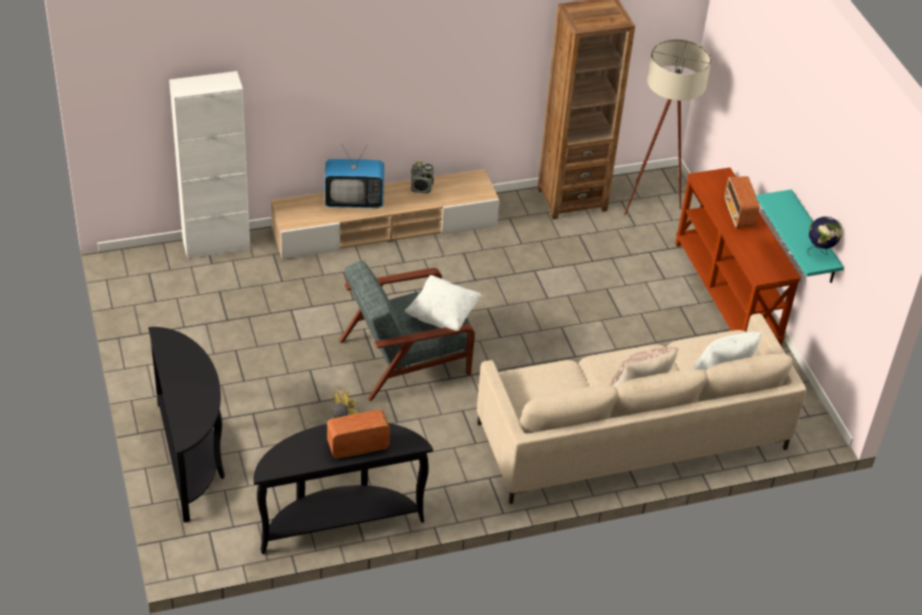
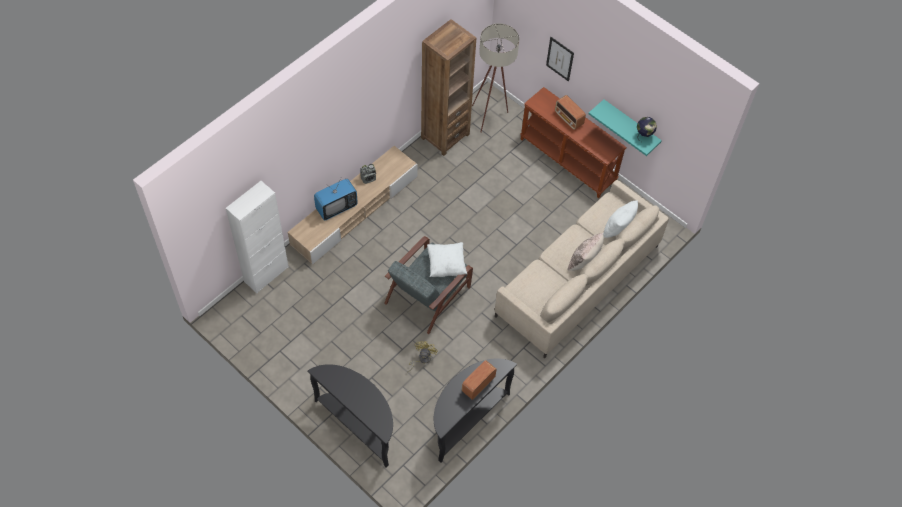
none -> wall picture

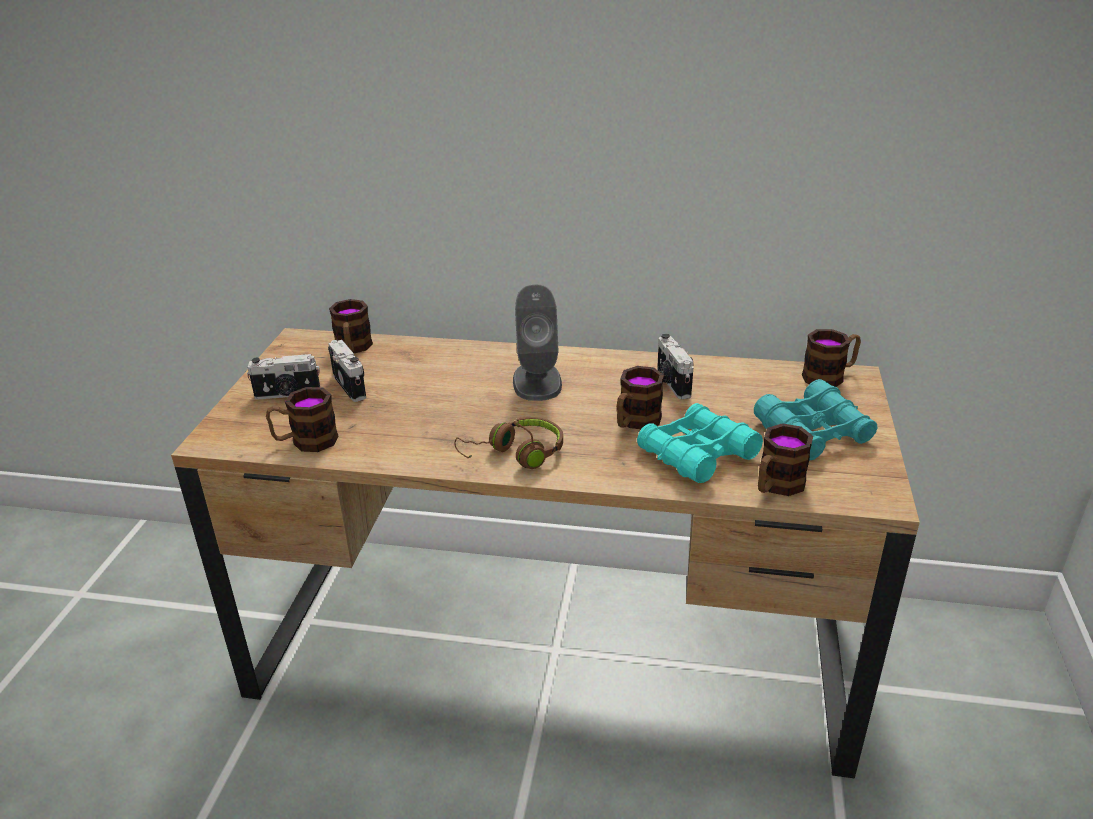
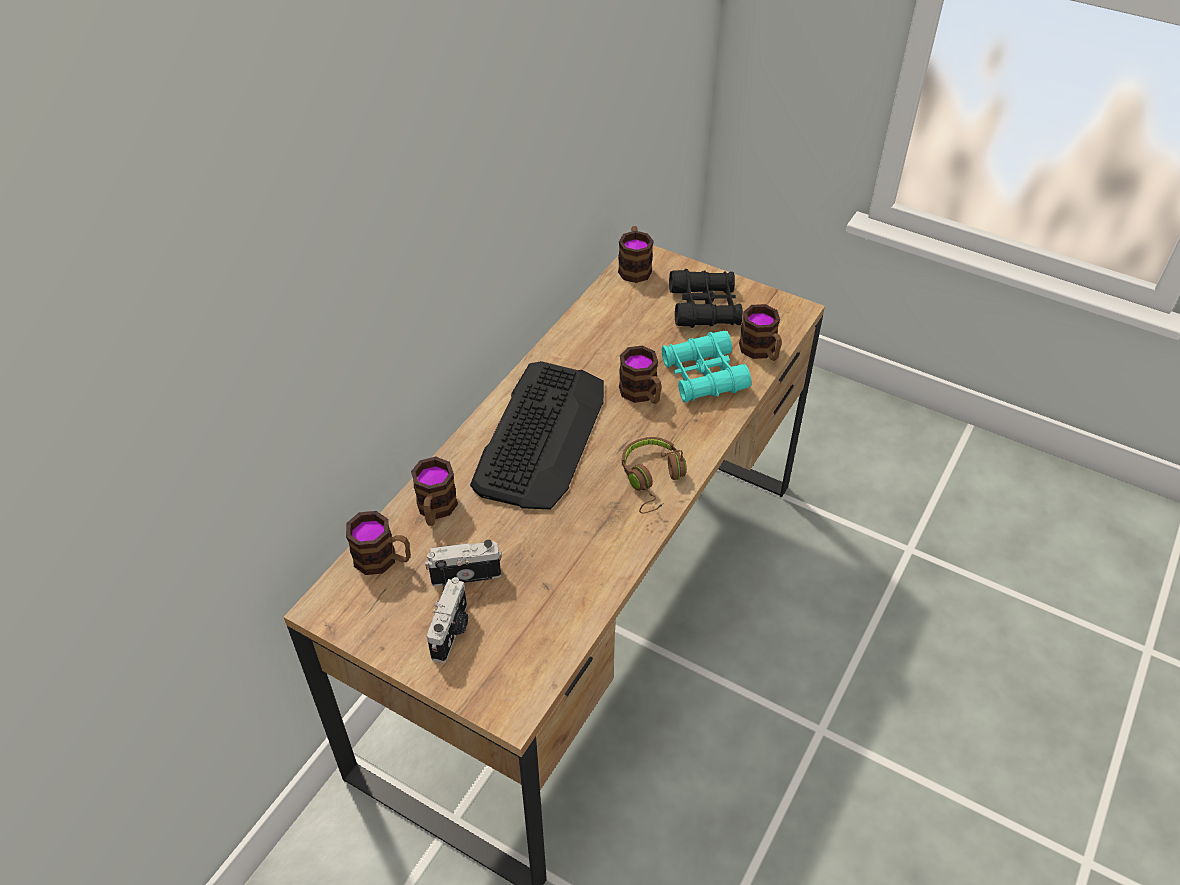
still camera (no. 3 from left) -> none
mug (no. 1 from left in the first image) -> mug (no. 2 from left), relocated
loudspeaker (gray) -> PC keyboard
pair of binoculars (turquoise-coloured) (no. 2 from left) -> pair of binoculars (black)

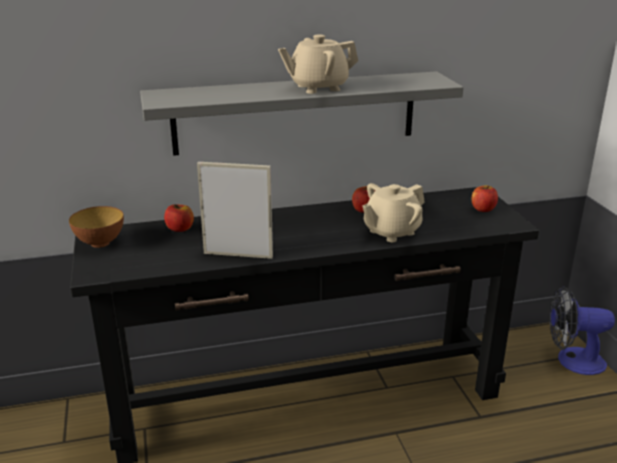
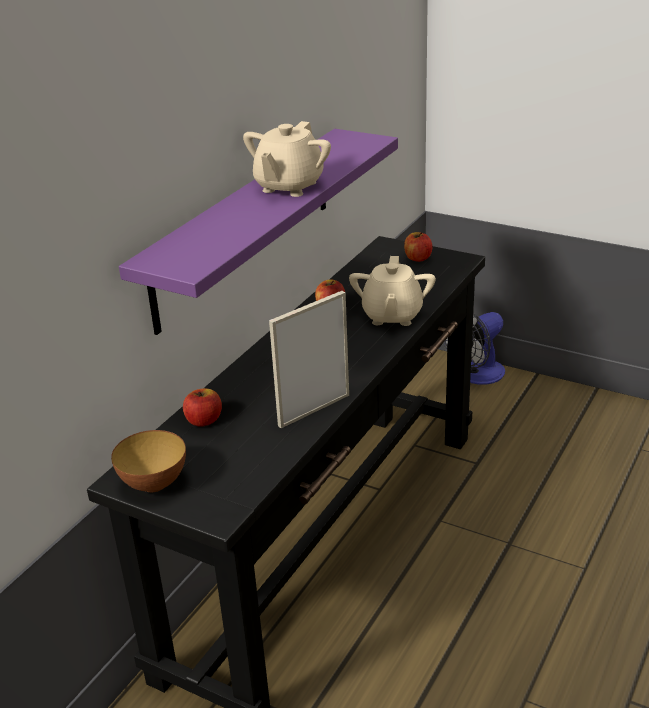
wall shelf (gray) -> wall shelf (purple)

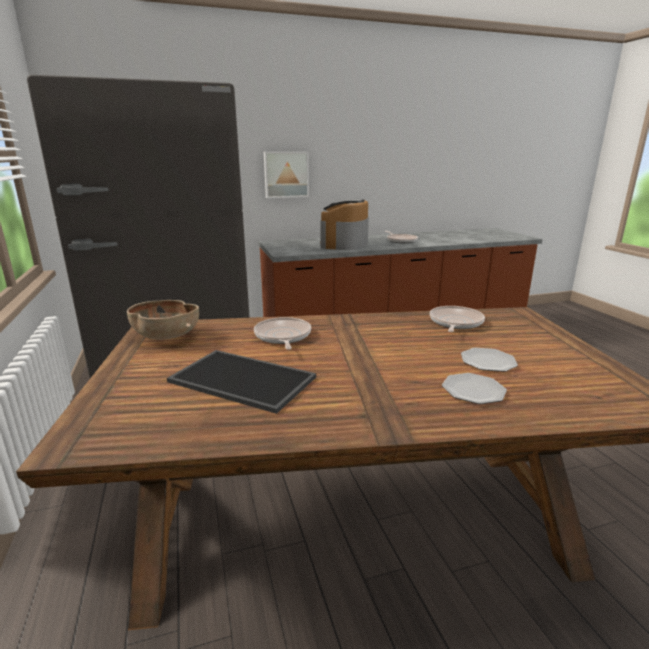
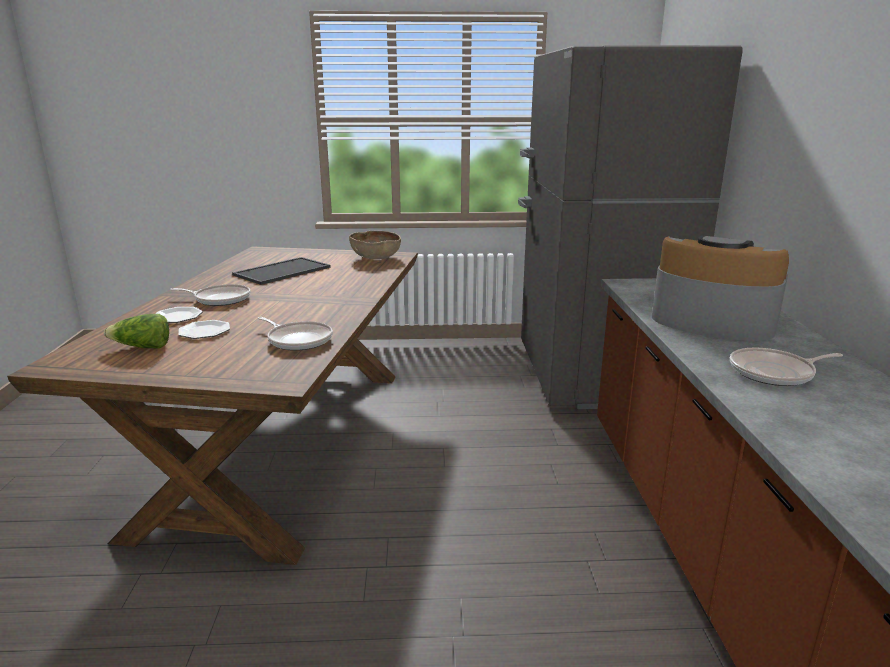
wall picture -> none
none -> lettuce head
frying pan (no. 1 from left), relocated

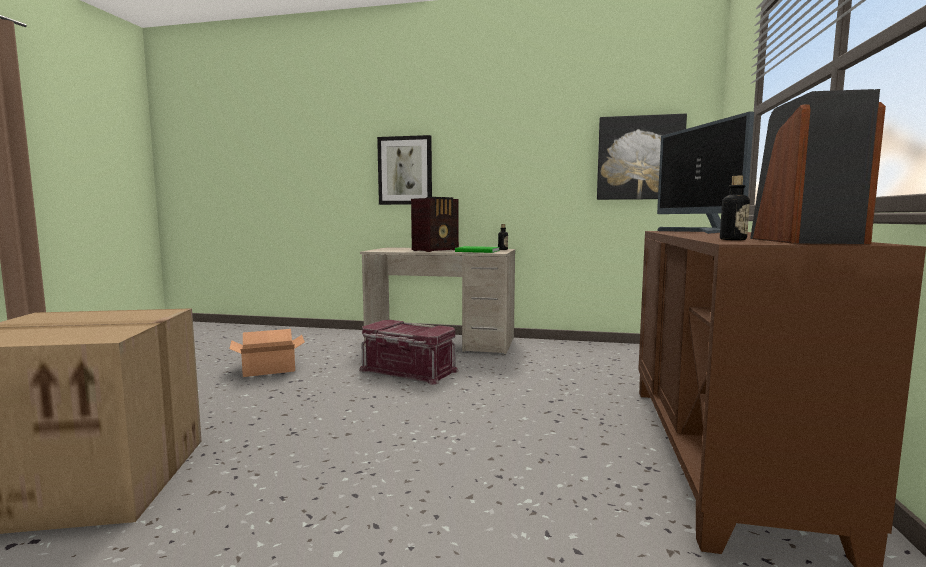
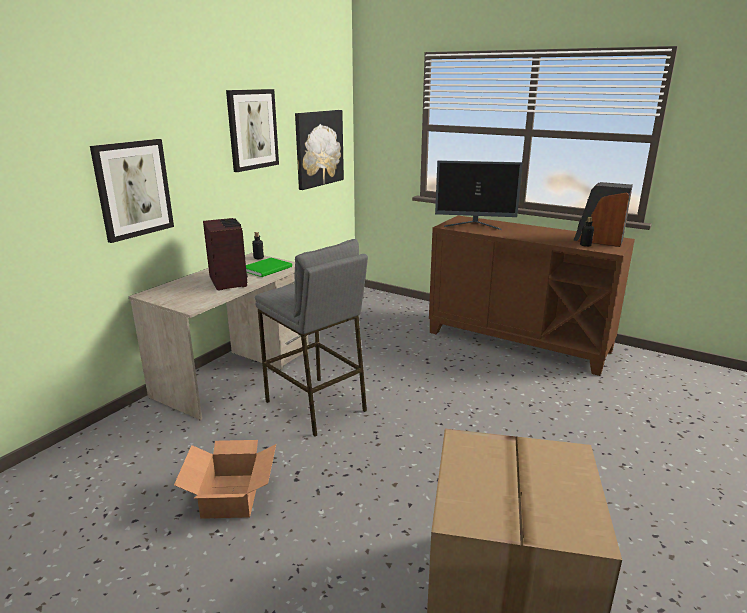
none -> wall picture (no. 2 from left)
storage container (reddish) -> stool seat (gray)

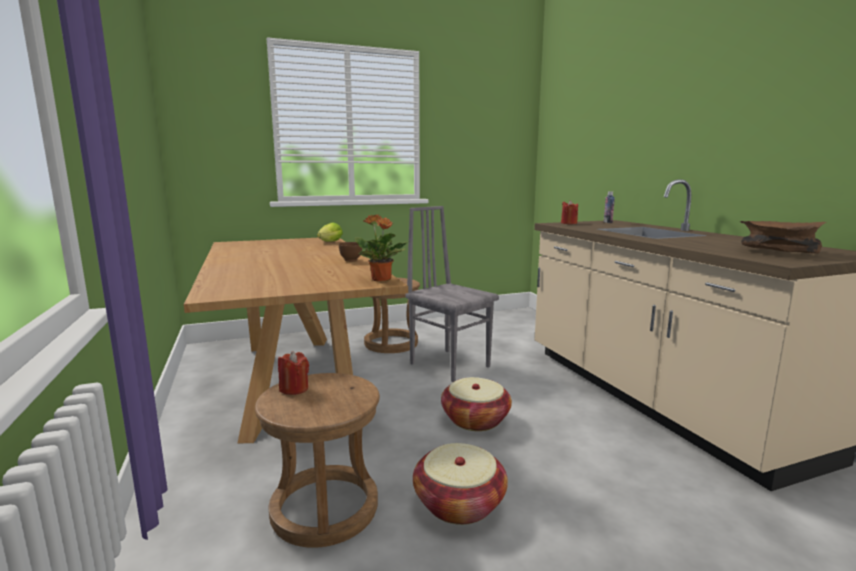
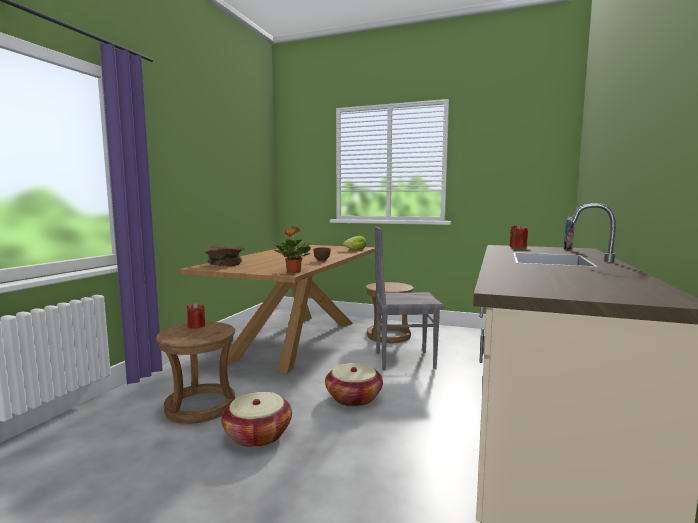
serving bowl (brown) (no. 2 from left in the first image) -> serving bowl (brown) (no. 1 from left), relocated
plain chair (gray), 90 degrees counterclockwise

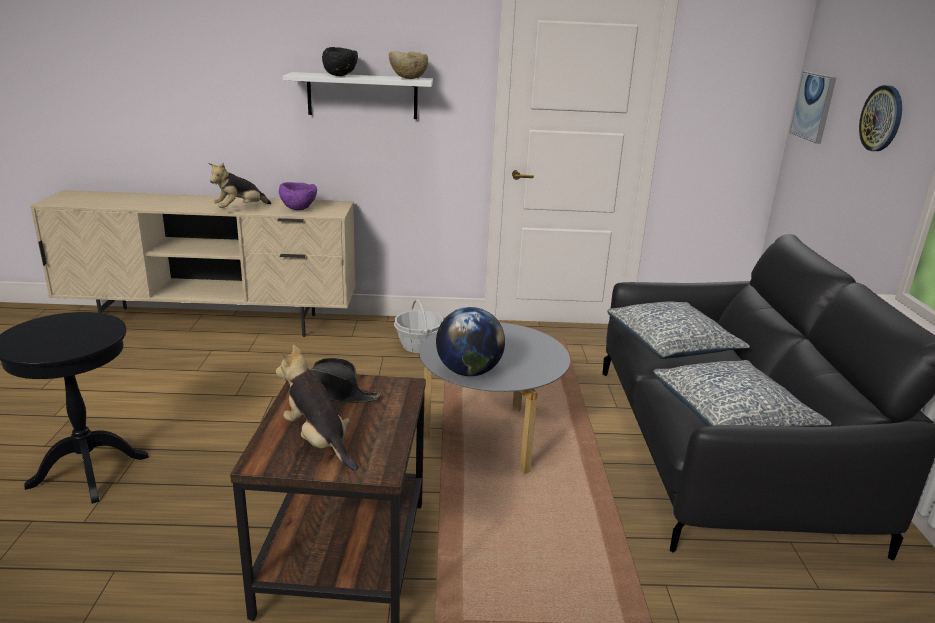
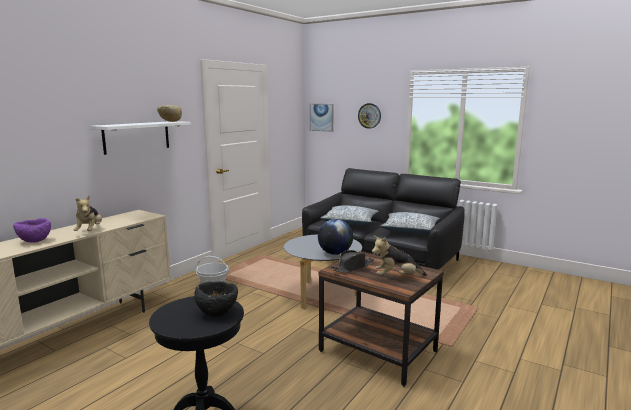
serving bowl (purple), relocated
serving bowl (black), relocated

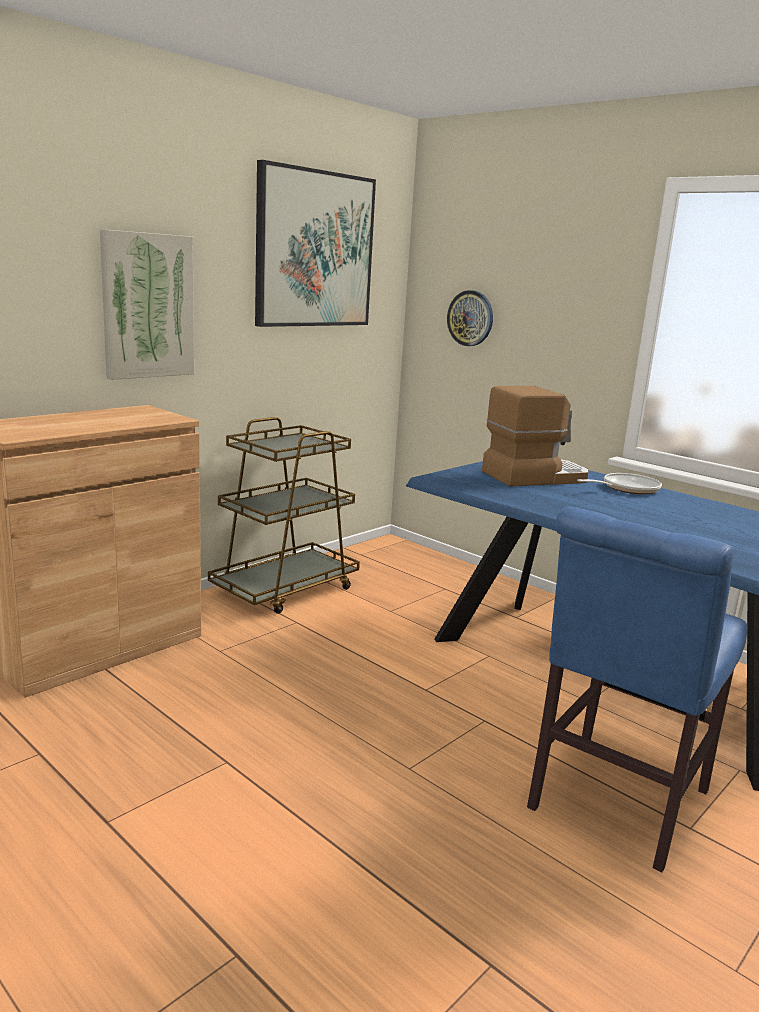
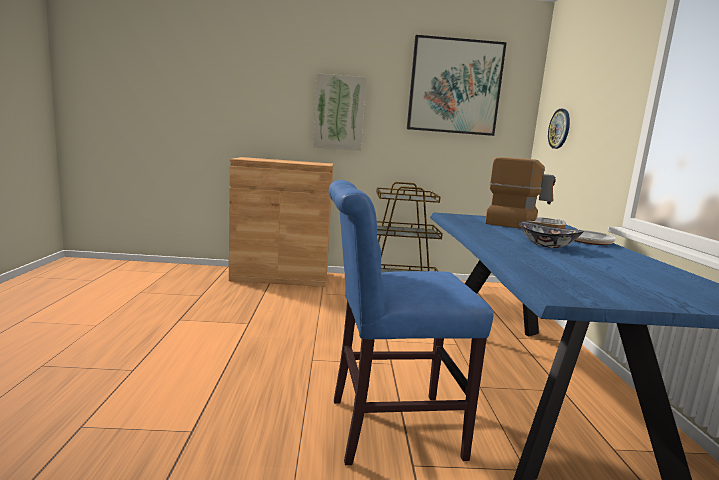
none -> serving bowl

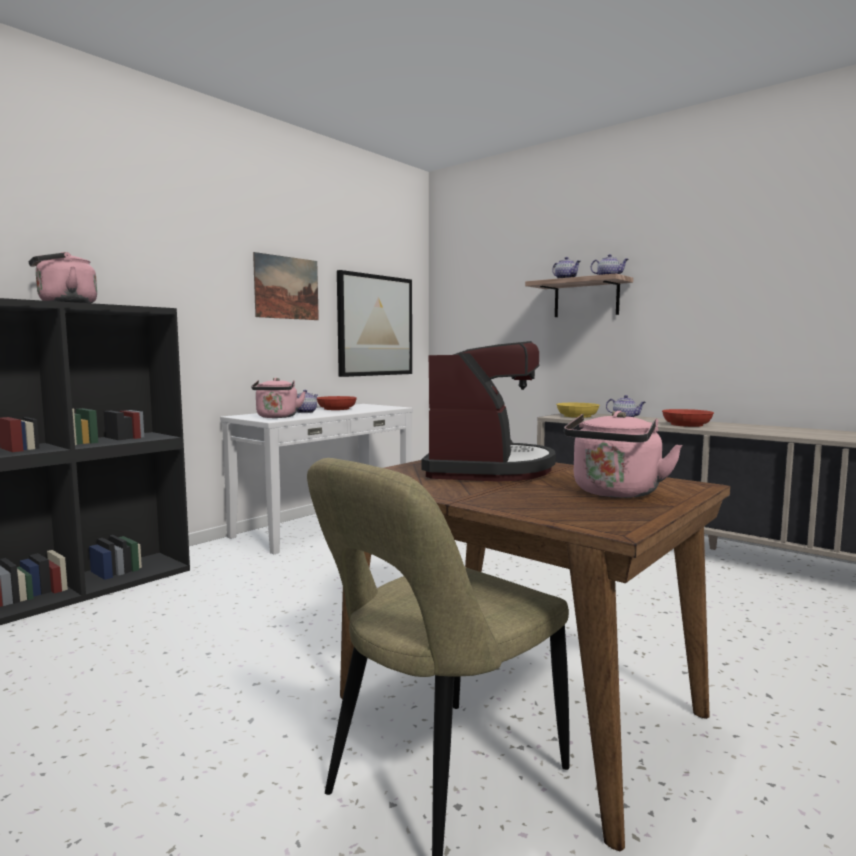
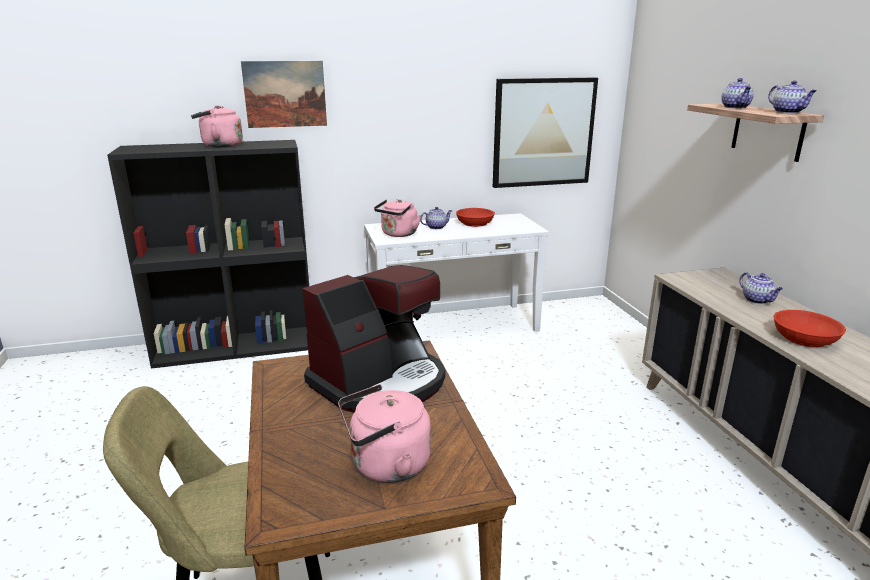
serving bowl (yellow-coloured) -> none
wall picture (no. 1 from left), relocated

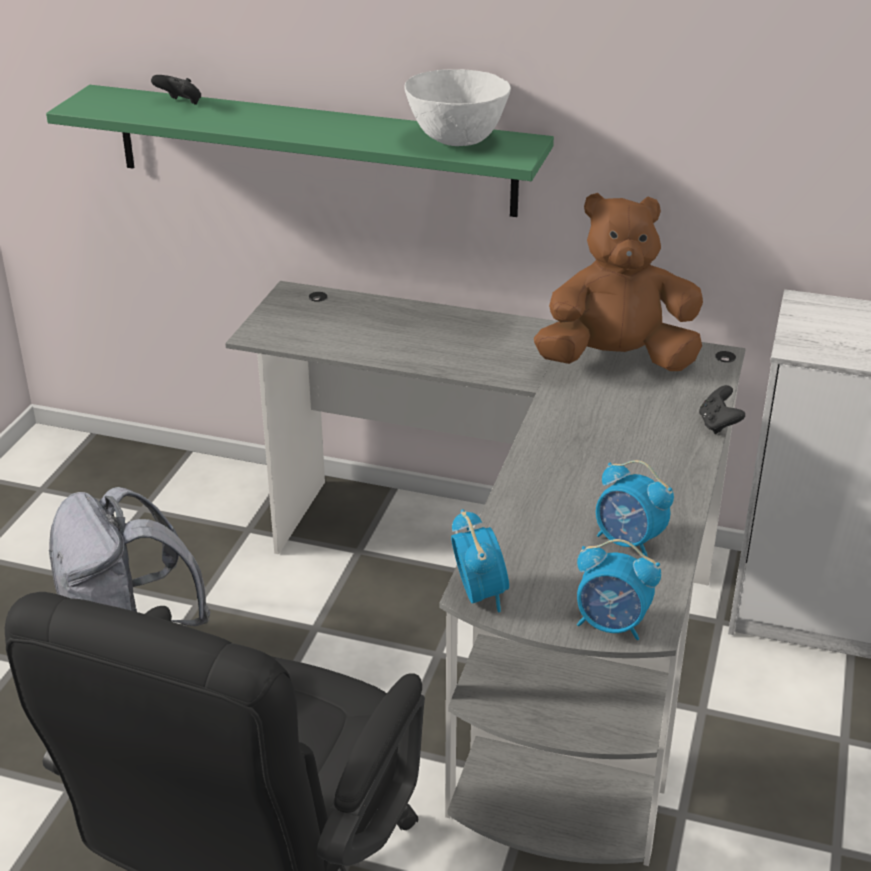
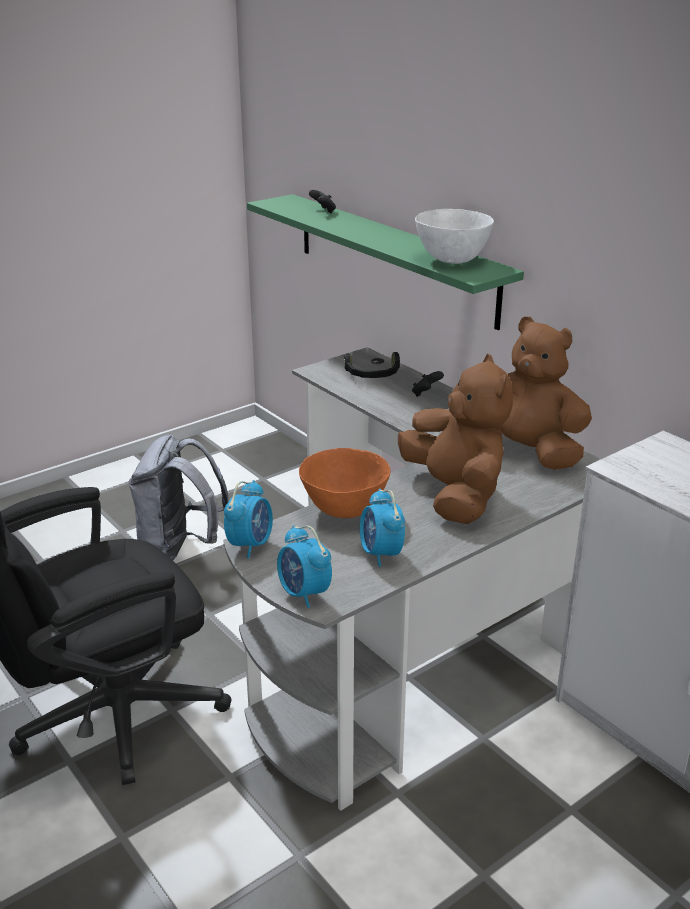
none -> serving bowl (orange)
none -> pair of headphones (black)
none -> soft toy (brown) (no. 1 from left)
game controller (black) (no. 2 from left), relocated

